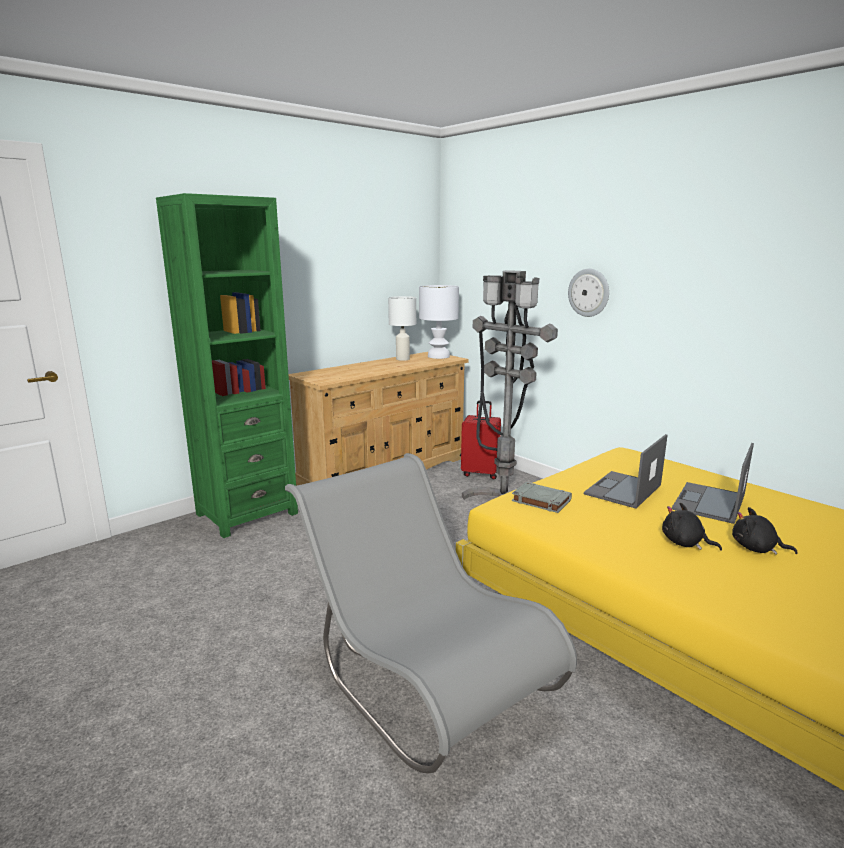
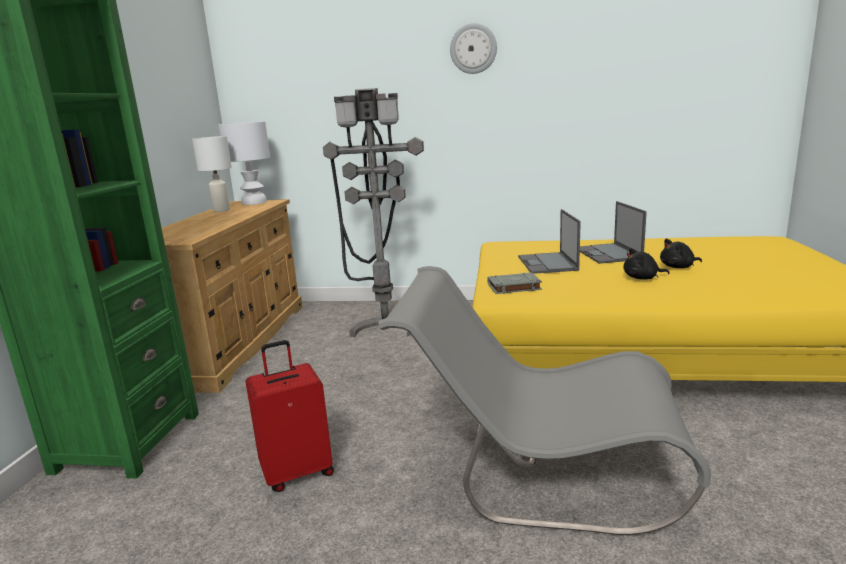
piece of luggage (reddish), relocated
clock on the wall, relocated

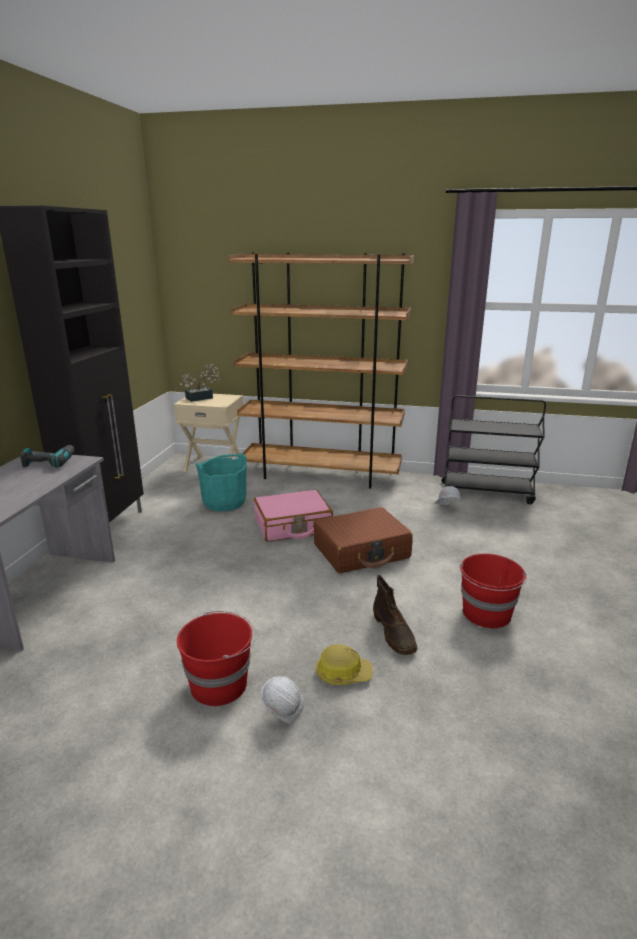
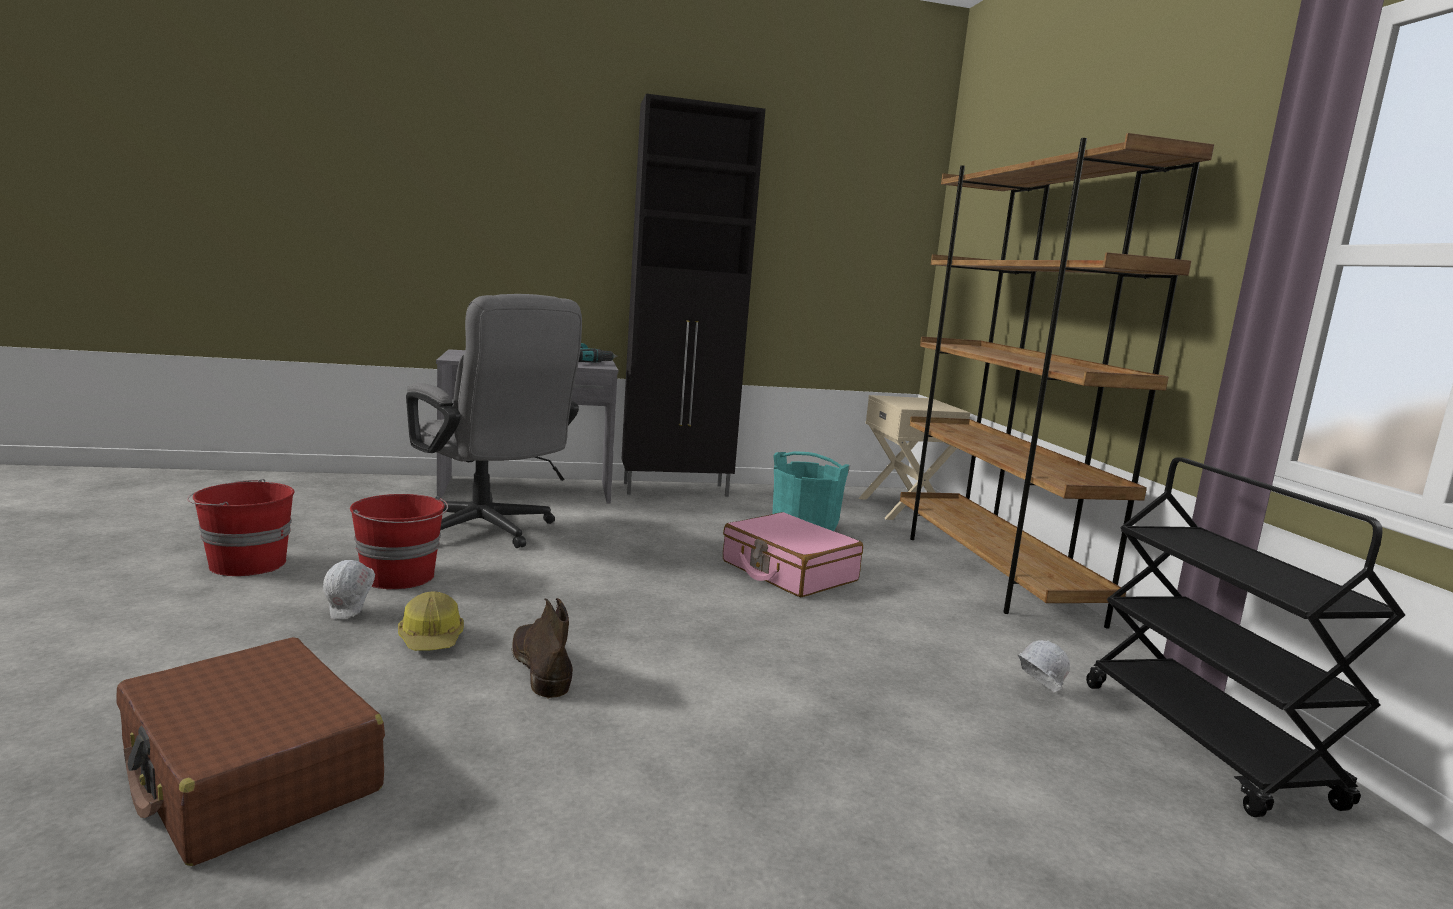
houseplant -> none
none -> office chair (gray)
piece of luggage (brown), relocated
water bucket (reddish) (no. 2 from left in the first image) -> water bucket (reddish) (no. 1 from left), relocated
high-top boot (brown), 105 degrees clockwise

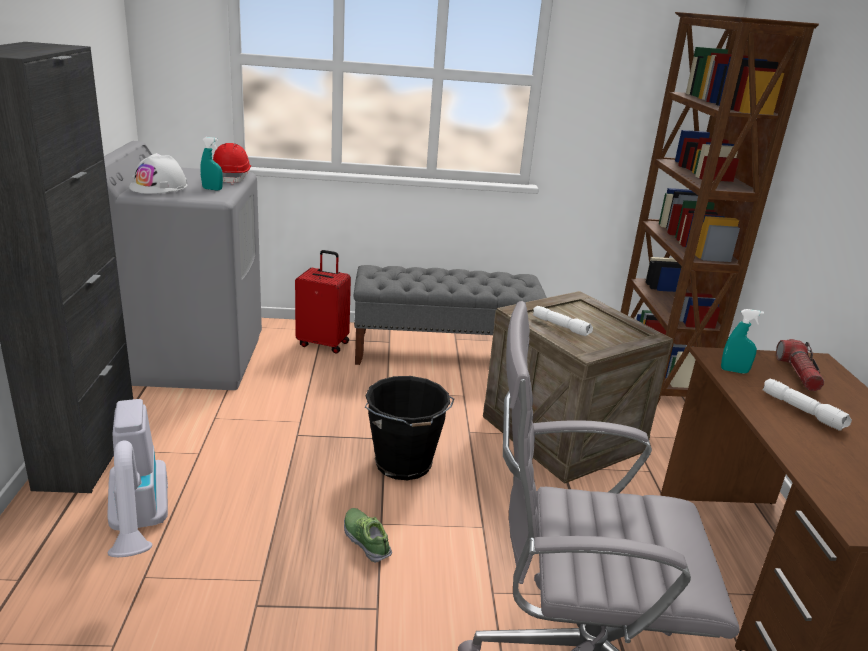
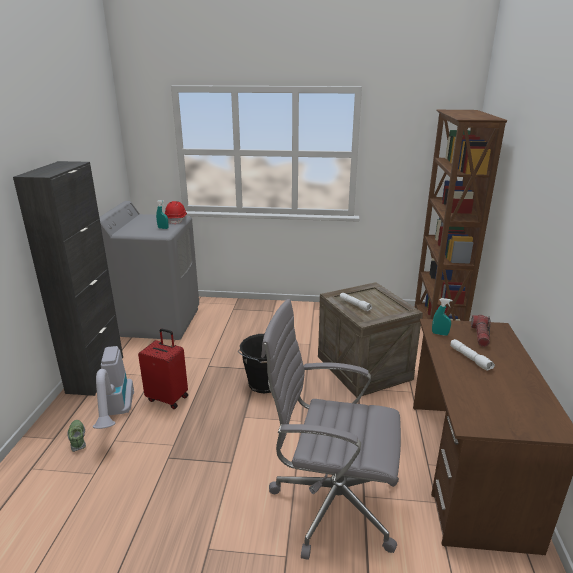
work helmet (white-coloured) -> none
bench (gray) -> none
piece of luggage (reddish), relocated
shoe, relocated

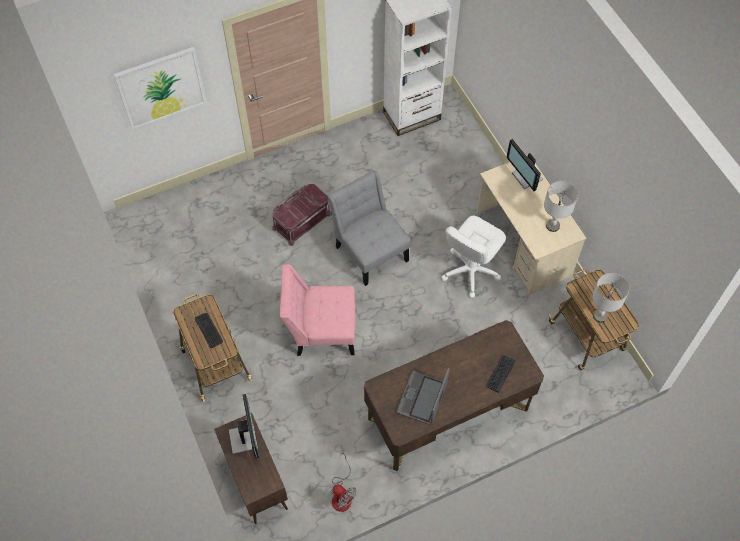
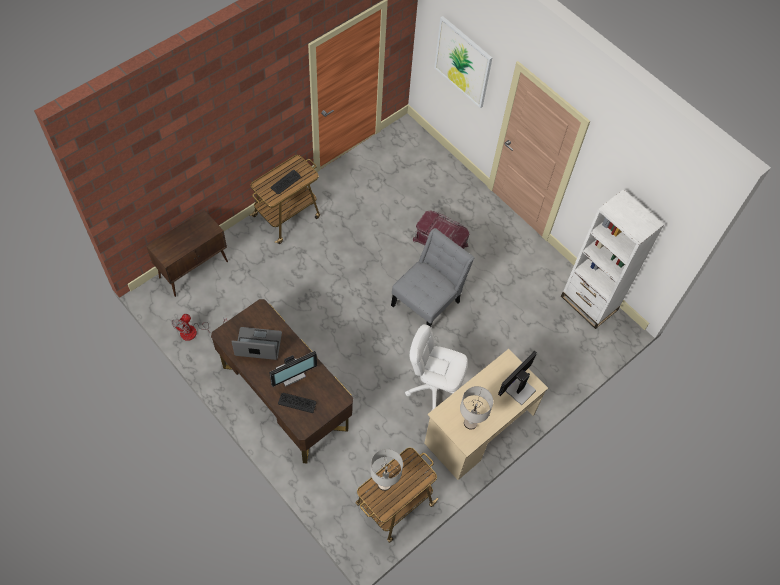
plain chair (pink) -> none
computer screen (no. 1 from left), relocated

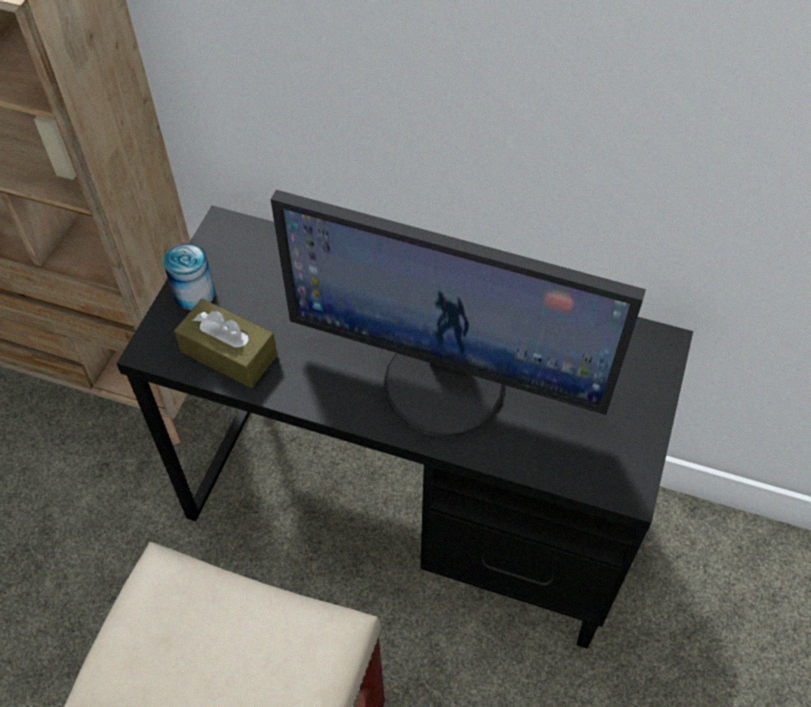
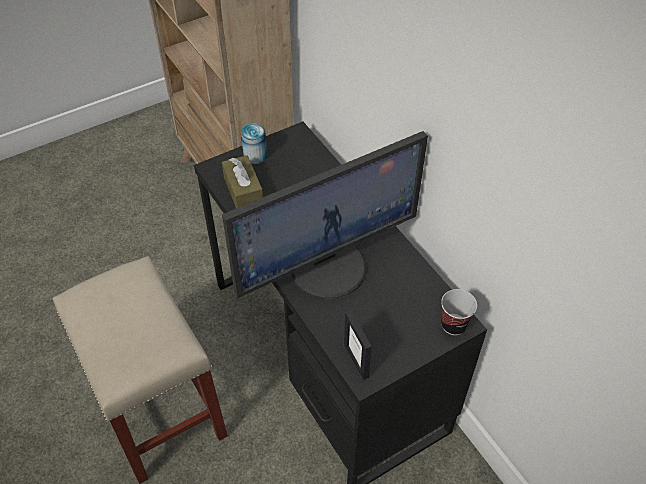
none -> standing frame
none -> small cup
computer screen, 90 degrees counterclockwise

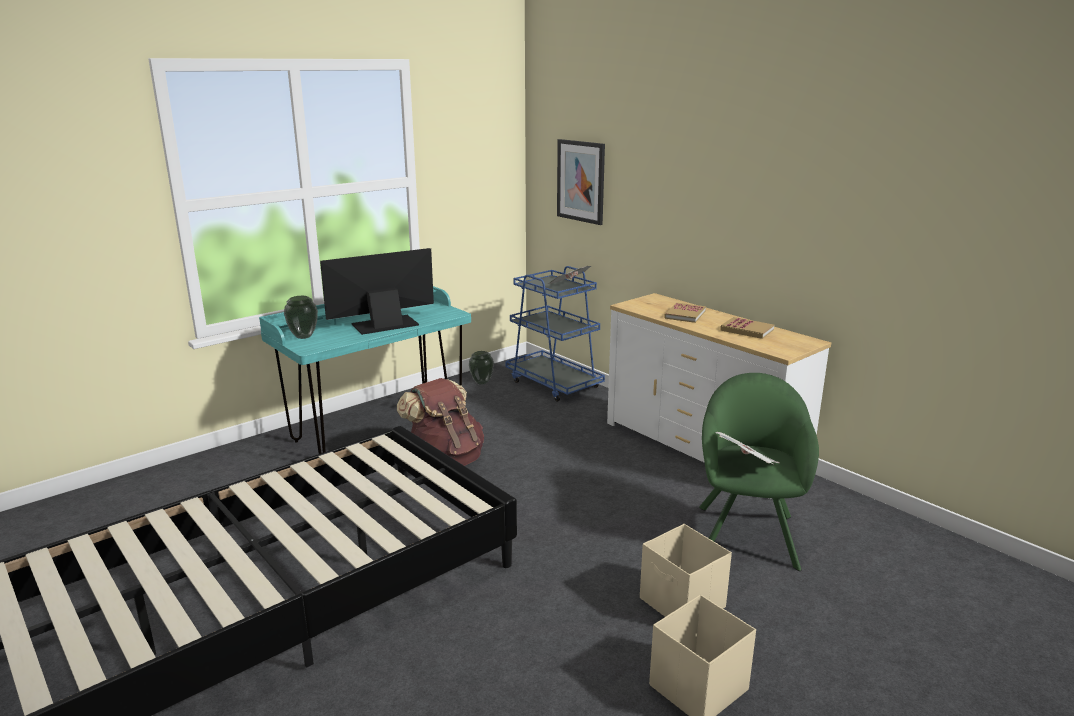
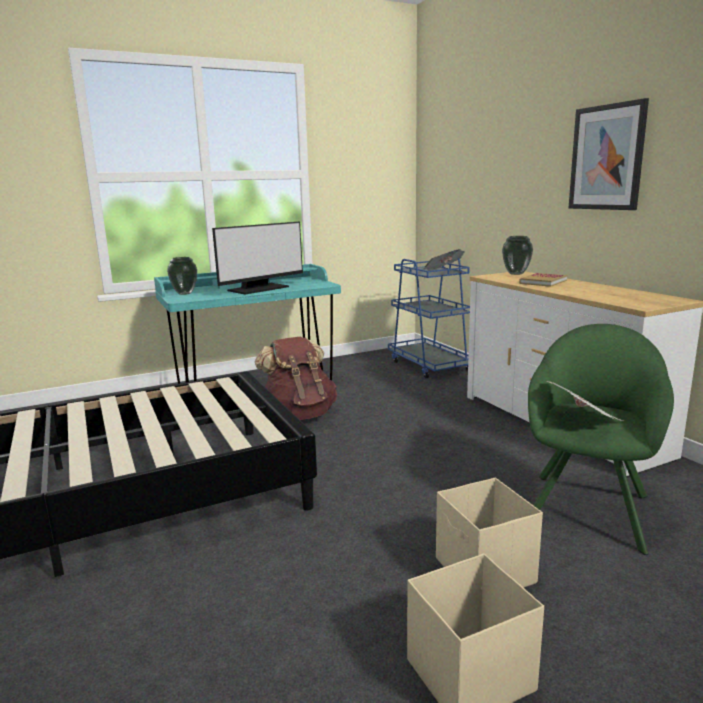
book (no. 2 from left) -> none
flower vase (no. 2 from left), relocated
wall picture, relocated
computer screen, 150 degrees clockwise

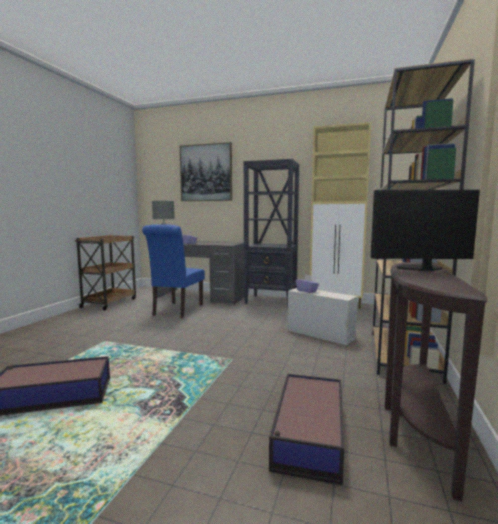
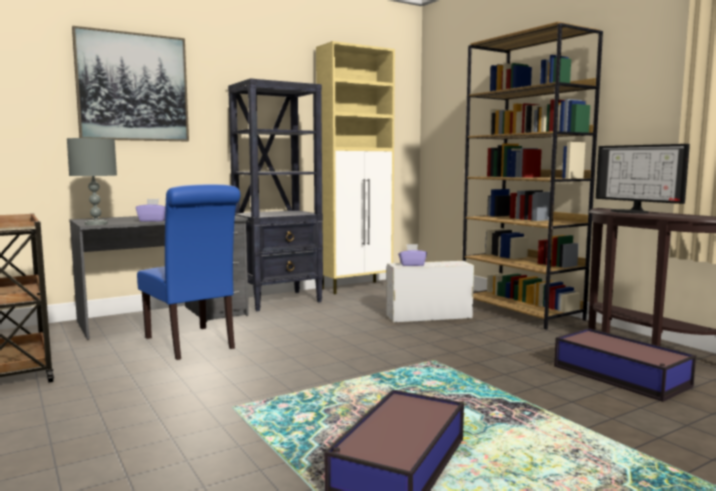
computer screen, 75 degrees counterclockwise

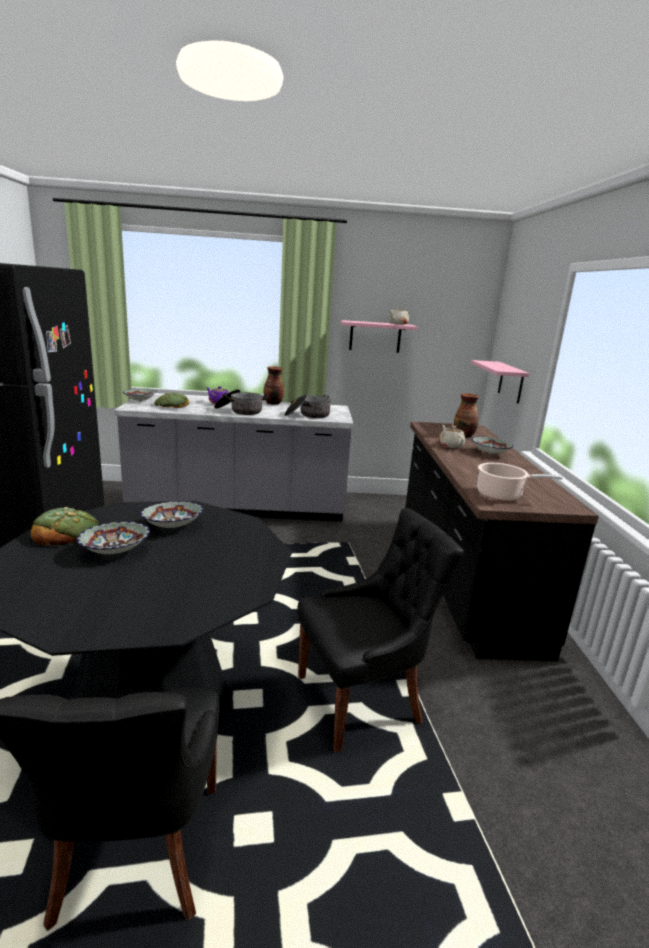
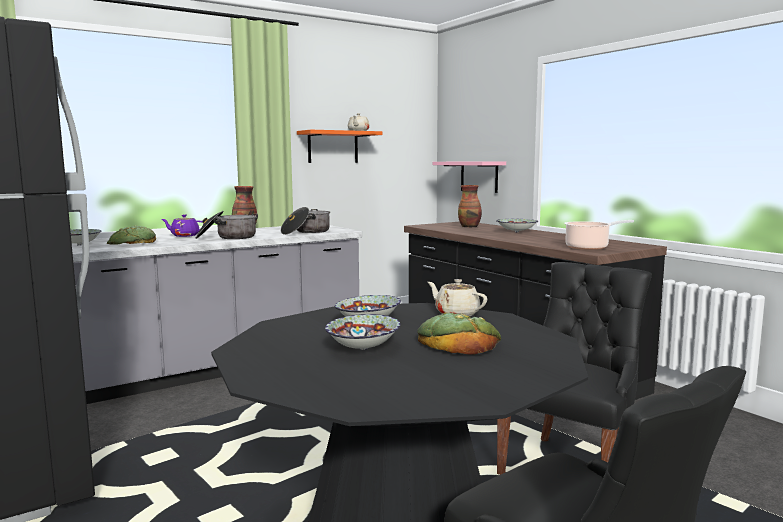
baked bread (no. 1 from left in the first image) -> baked bread (no. 2 from left), relocated
teapot (beige) (no. 2 from left), relocated
wall shelf (pink) (no. 1 from left) -> wall shelf (orange)

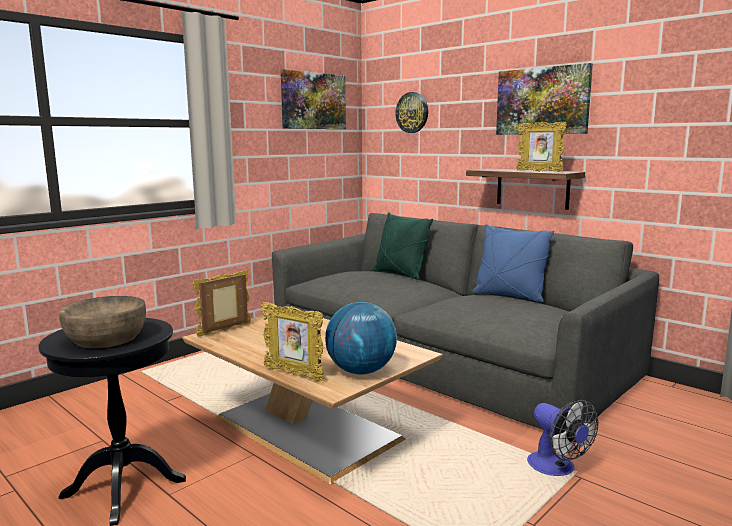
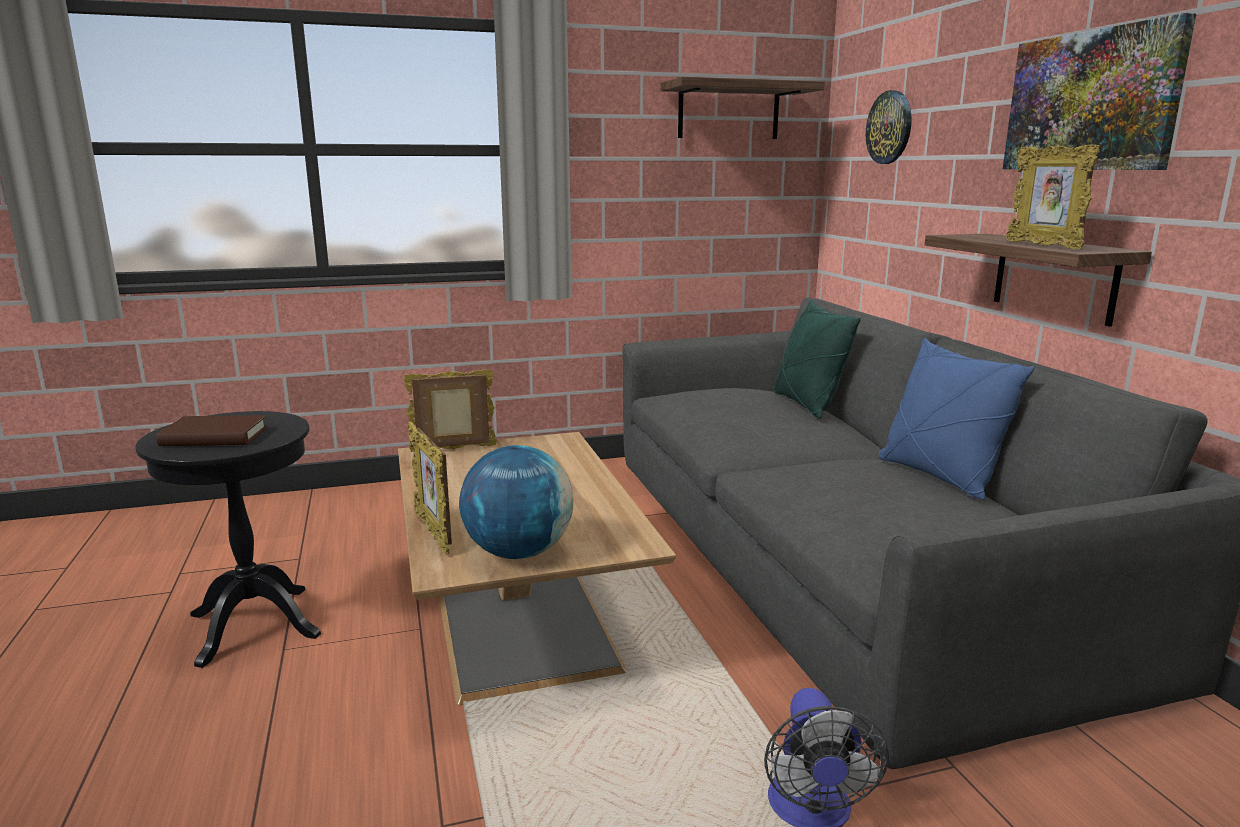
serving bowl (brown) -> book (brown)
wall picture (no. 1 from left) -> wall shelf (no. 1 from left)

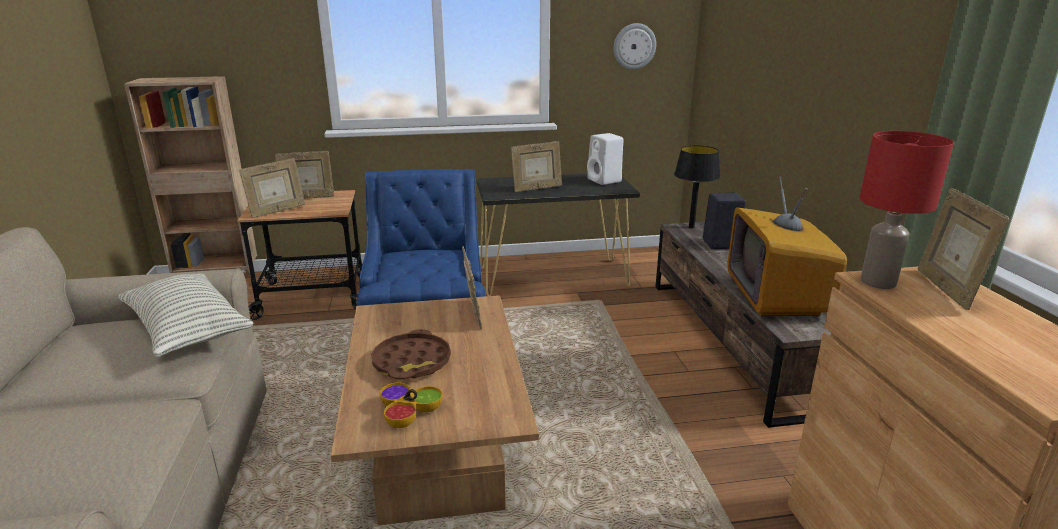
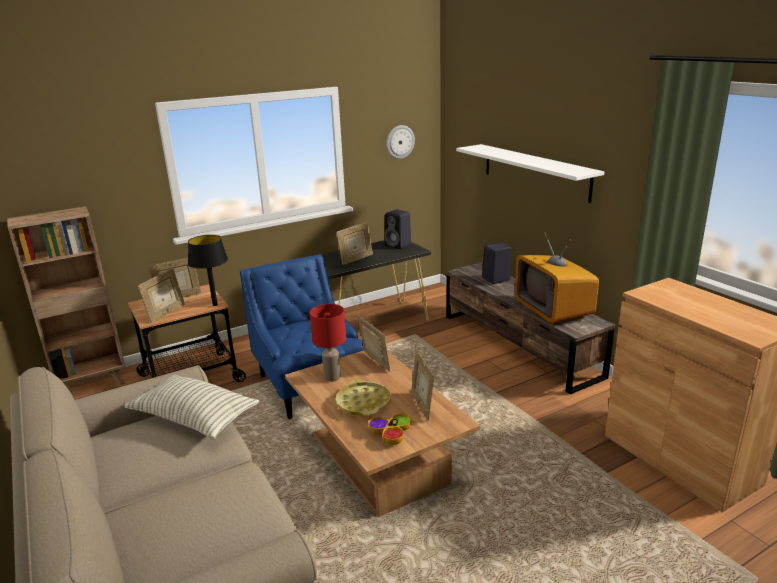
none -> wall shelf (white-coloured)
tabletop lamp (black), relocated
tabletop lamp (reddish), relocated
standing frame (no. 5 from left), relocated
tray (brown) -> tray (yellow-coloured)
loudspeaker (white-coloured) -> loudspeaker (black) (no. 1 from left)

